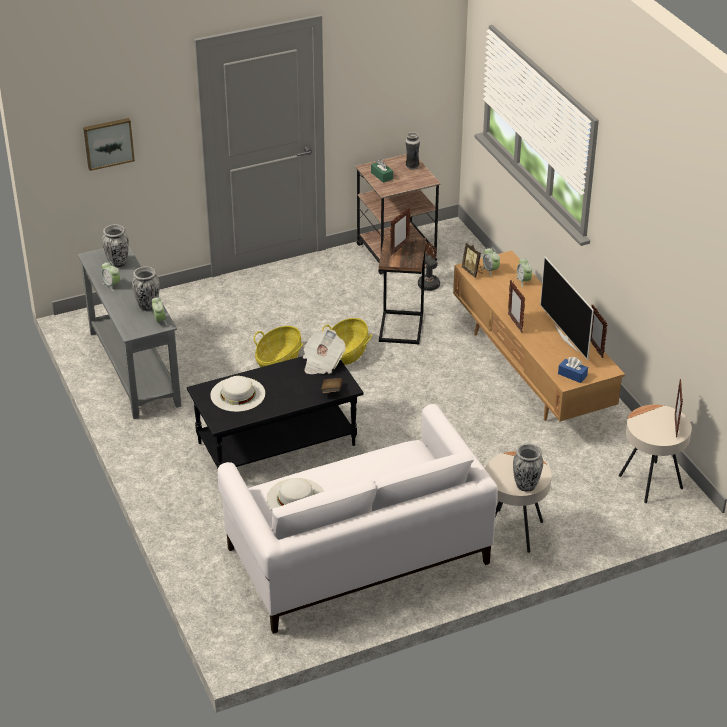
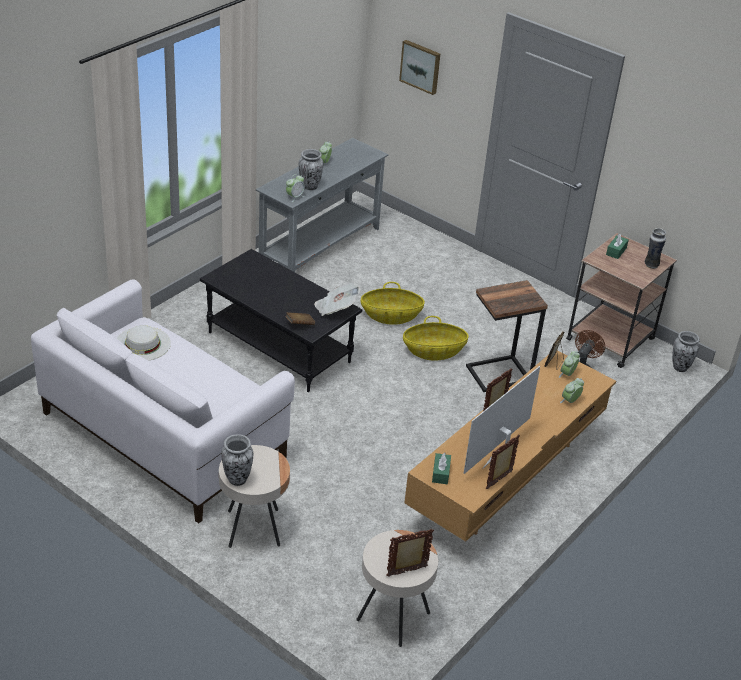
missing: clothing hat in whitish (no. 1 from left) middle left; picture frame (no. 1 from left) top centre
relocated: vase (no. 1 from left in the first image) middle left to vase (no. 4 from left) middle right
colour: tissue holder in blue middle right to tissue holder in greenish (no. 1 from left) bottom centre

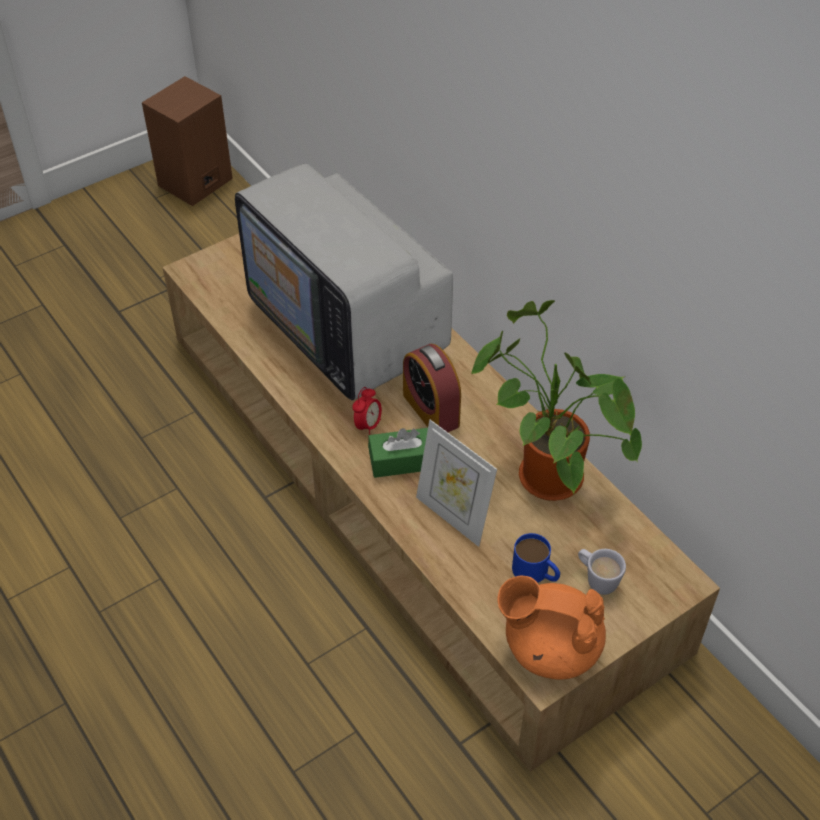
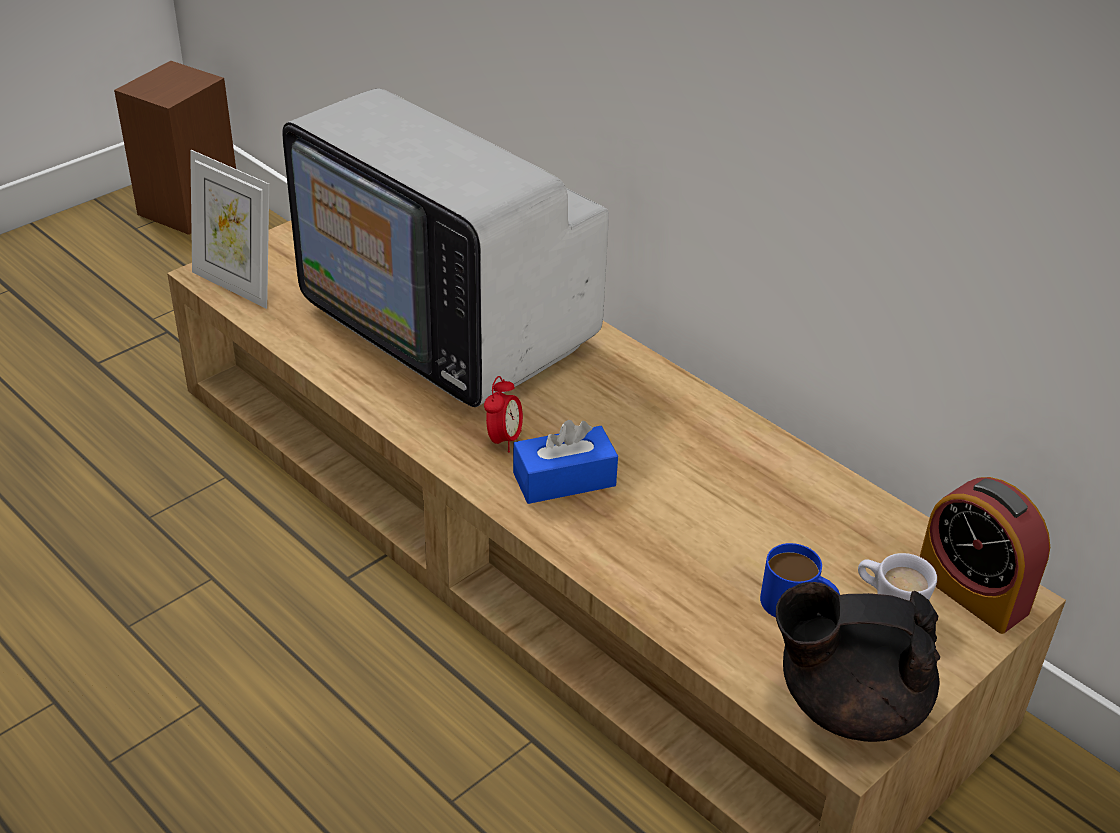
missing: houseplant middle right
relocated: alarm clock (no. 2 from left) centre to middle right; picture frame centre to top left
colour: tissue holder in greenish centre to tissue holder in blue centre; teapot in orangey bottom right to teapot in black-coloured bottom right

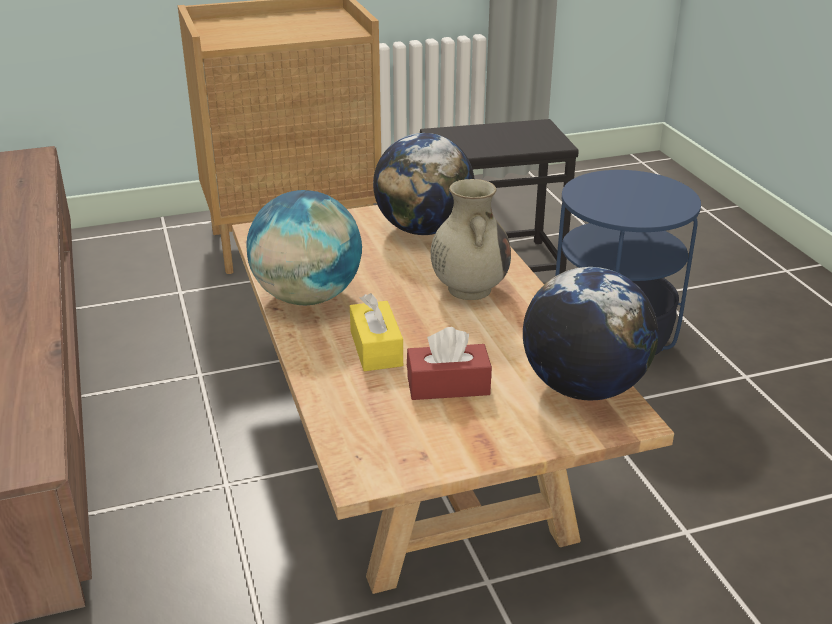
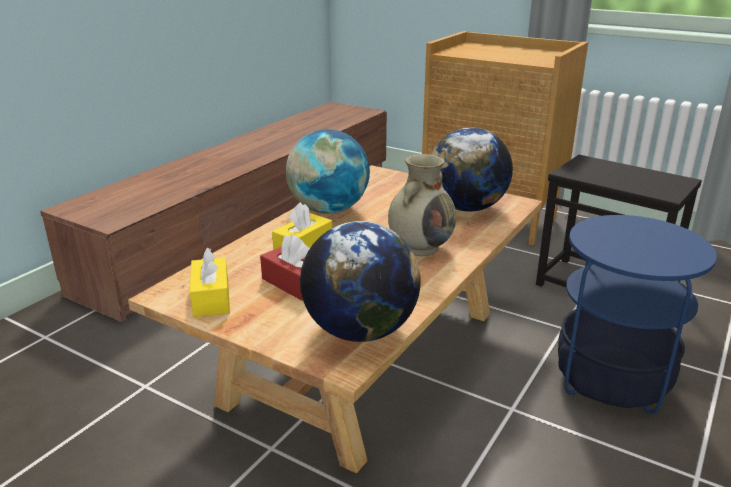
appeared: tissue holder in yellowish (no. 1 from left) middle left

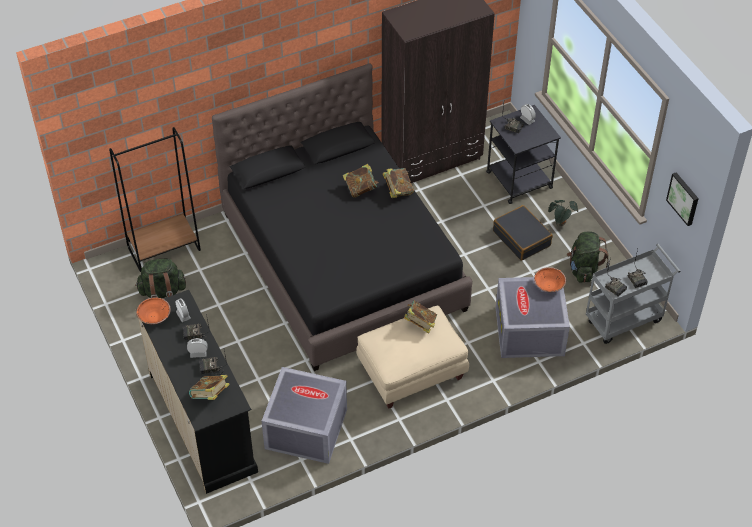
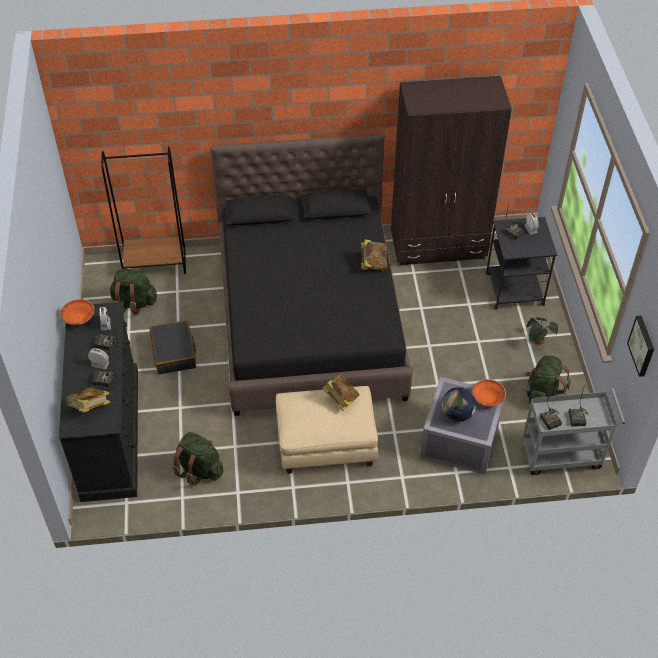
missing: volume (no. 2 from left) centre
appeared: world globe middle right
relocated: suitcase in black-coloured middle right to middle left
exchanged: storage container in greyish (no. 1 from left) bottom centre to backpack in greenish (no. 2 from left) bottom left

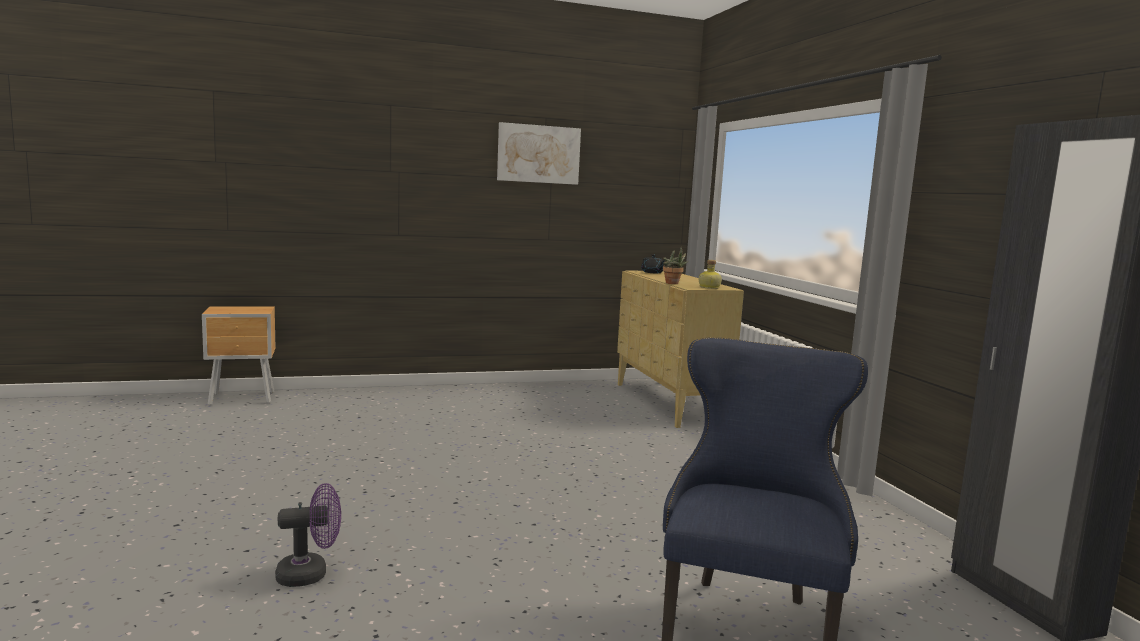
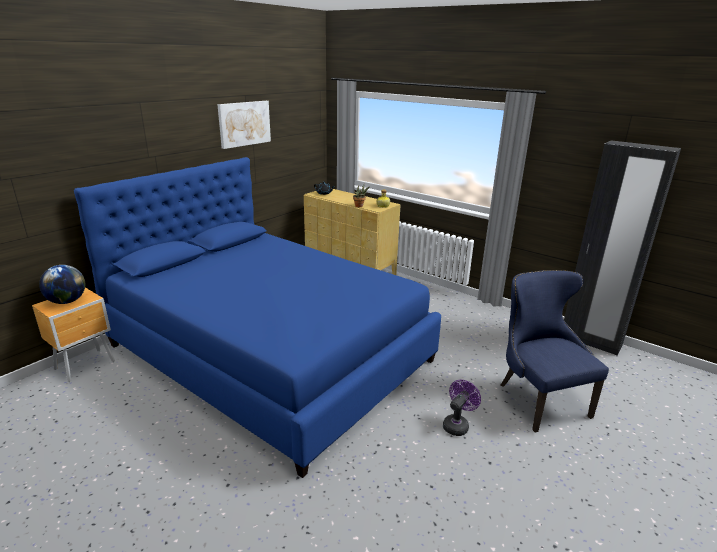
appeared: world globe middle left; sleeping bed in blue centre
relocated: fan in purplish bottom left to bottom centre

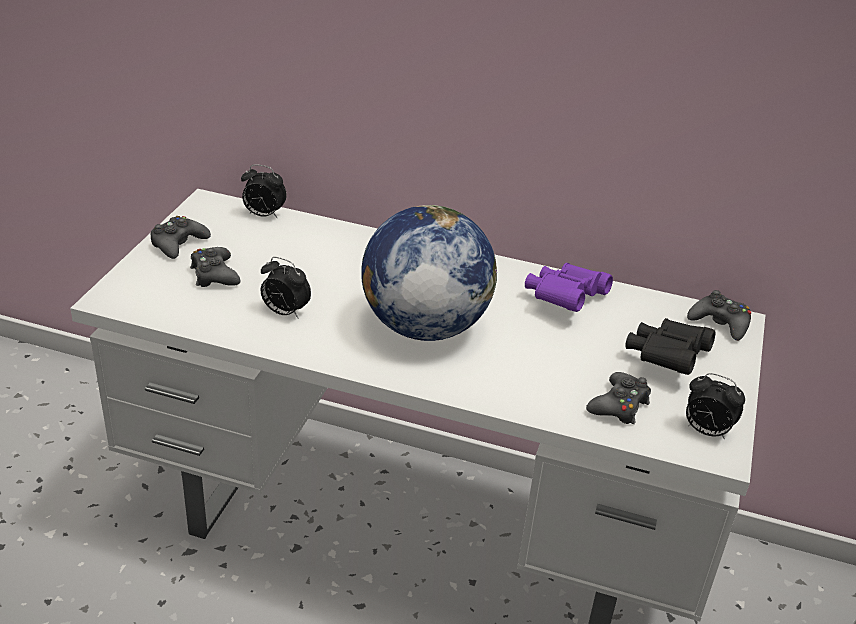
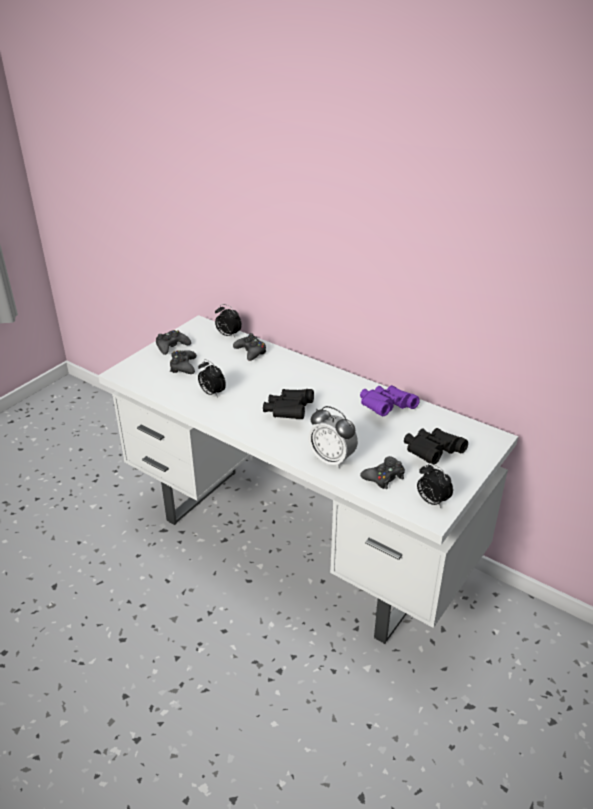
appeared: alarm clock (no. 3 from left) centre
relocated: joypad in black-coloured (no. 4 from left in the first image) middle right to joypad in black-coloured (no. 3 from left) centre
exchanged: world globe centre to field glasses in black-coloured (no. 1 from left) centre

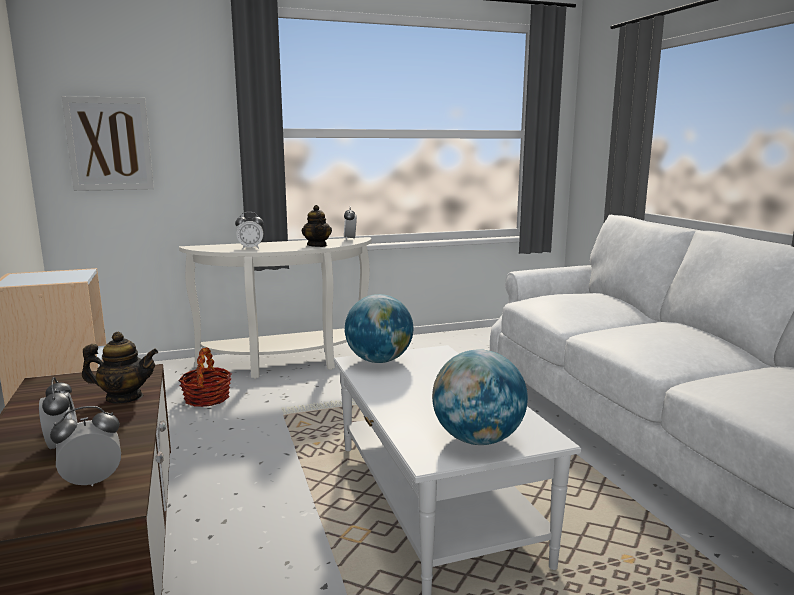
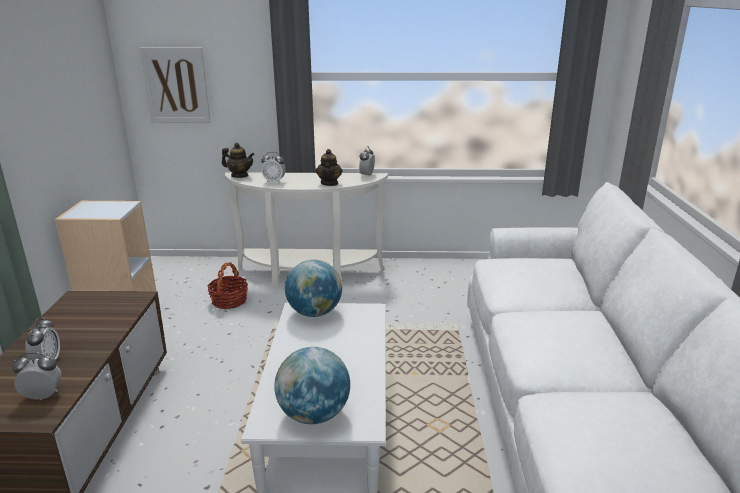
relocated: teapot (no. 1 from left) middle left to top left

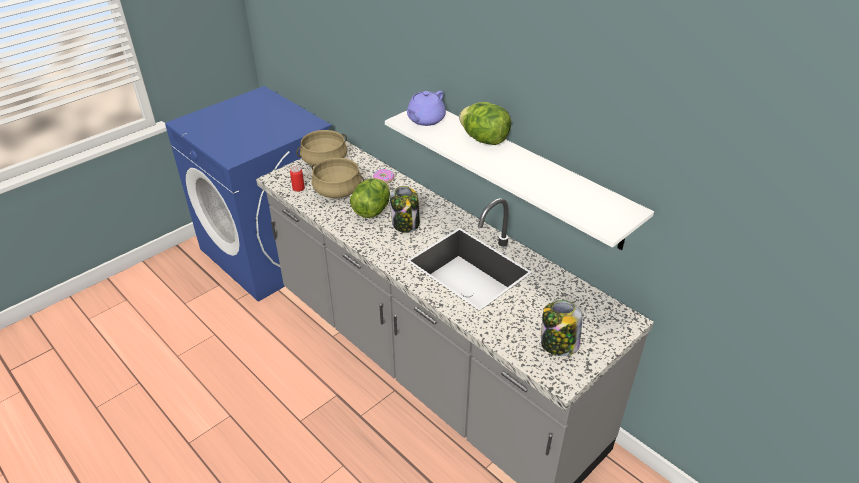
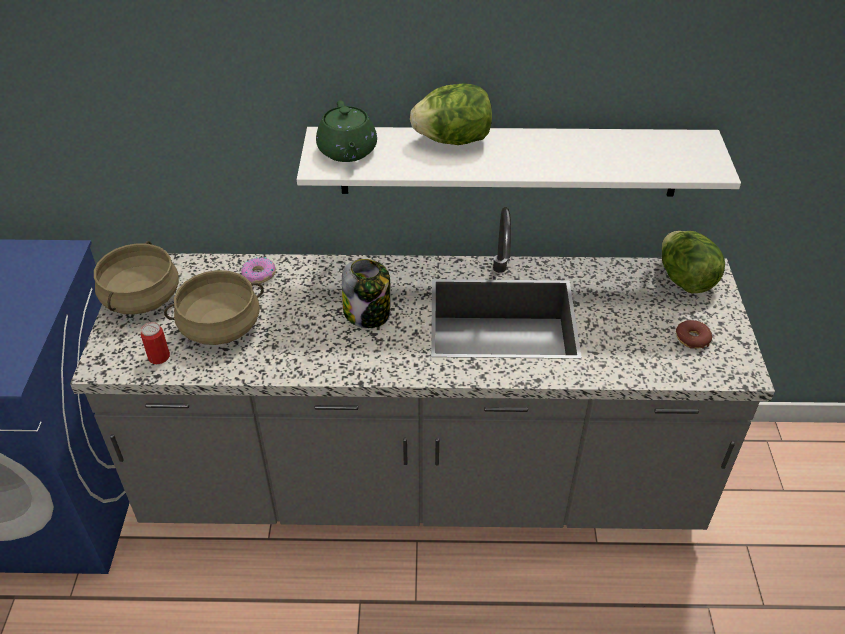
relocated: head of lettuce (no. 1 from left in the first image) centre to head of lettuce (no. 2 from left) middle right
exchanged: preserve jar (no. 2 from left) bottom centre to ring doughnut (no. 2 from left) middle right
colour: teapot in purplish top centre to teapot in greenish top centre

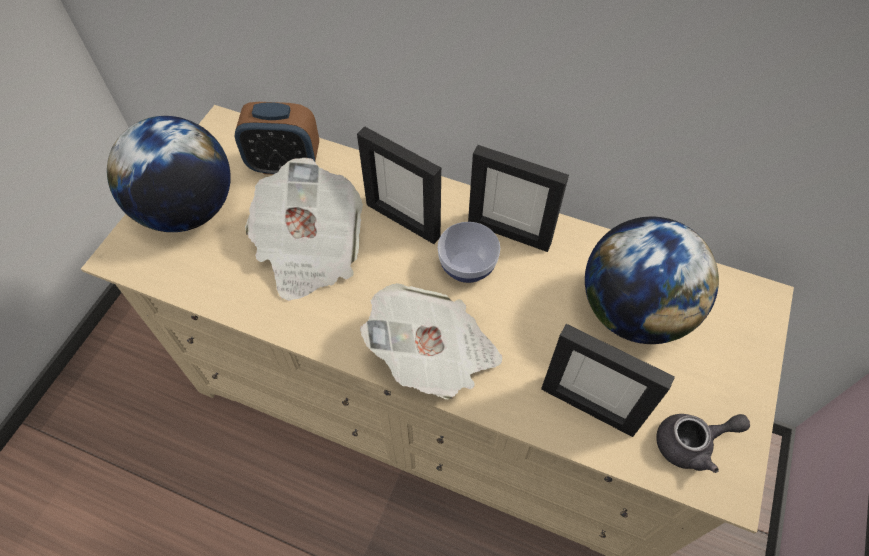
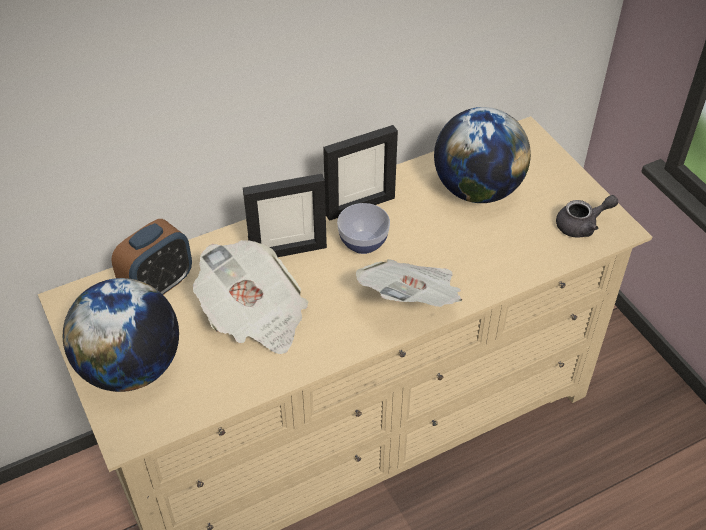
missing: picture frame (no. 3 from left) bottom right
spun: teapot in greyish bottom right = middle right 45 degrees clockwise

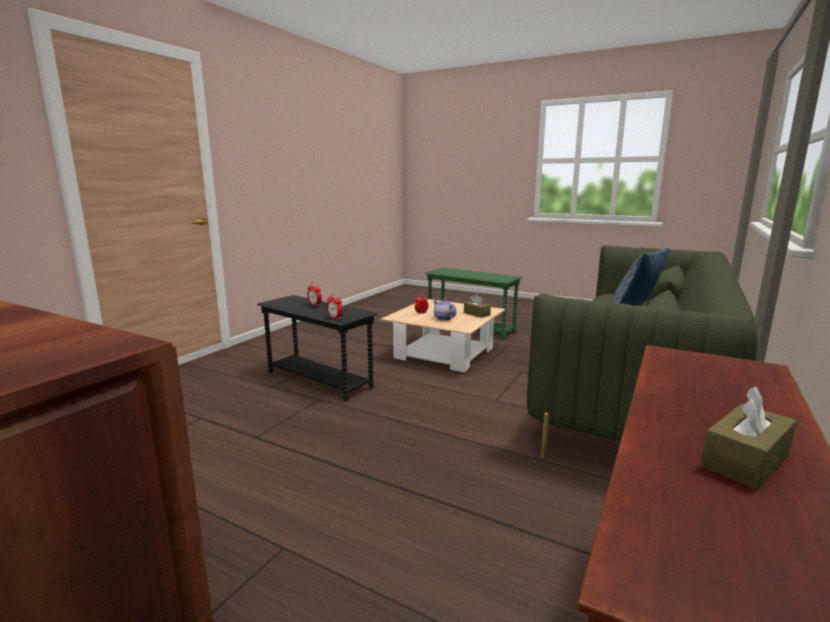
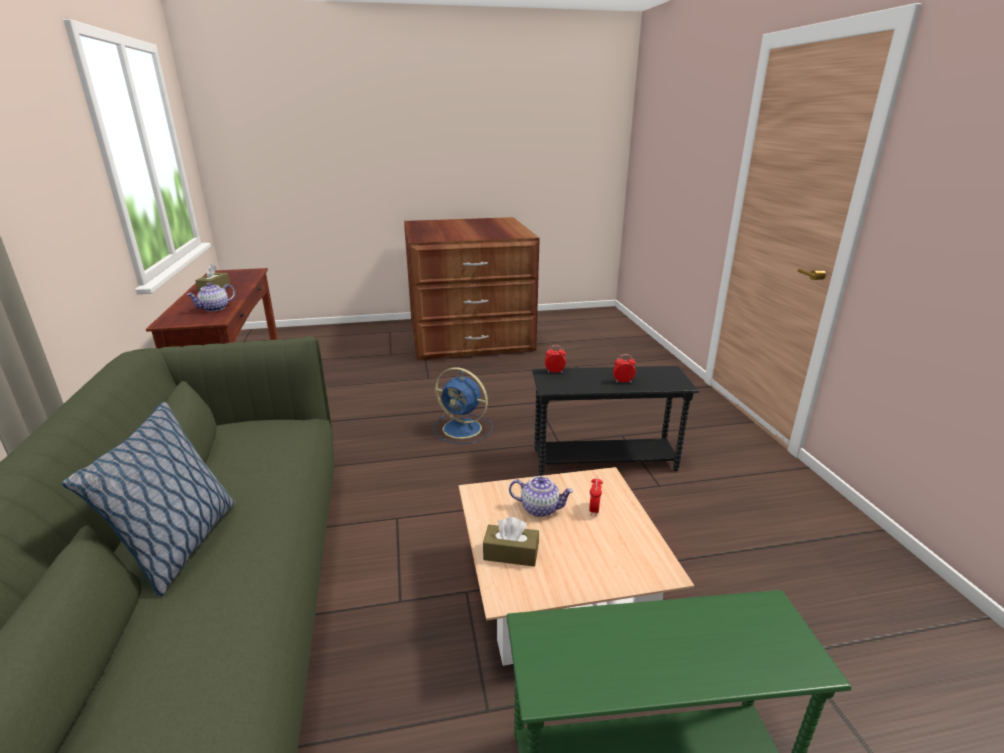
appeared: teapot (no. 1 from left) middle left; fan in blue centre

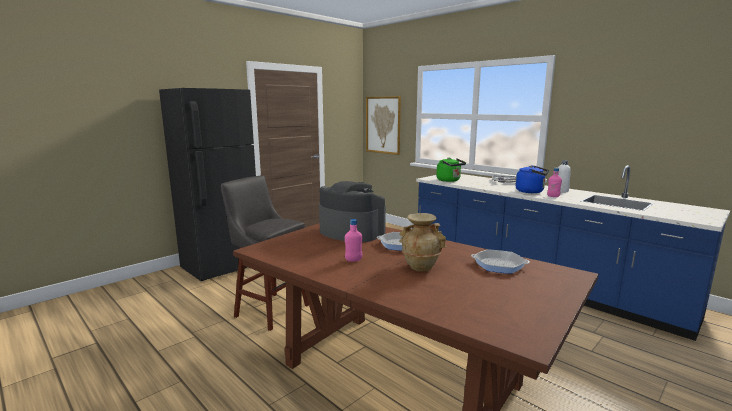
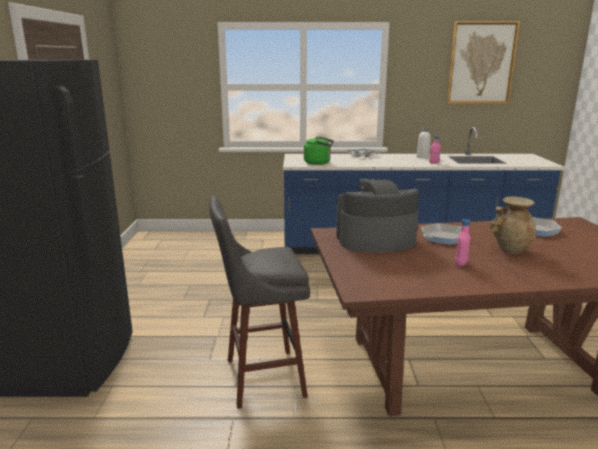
missing: tea kettle in blue middle right
relocated: wall art top centre to top right

